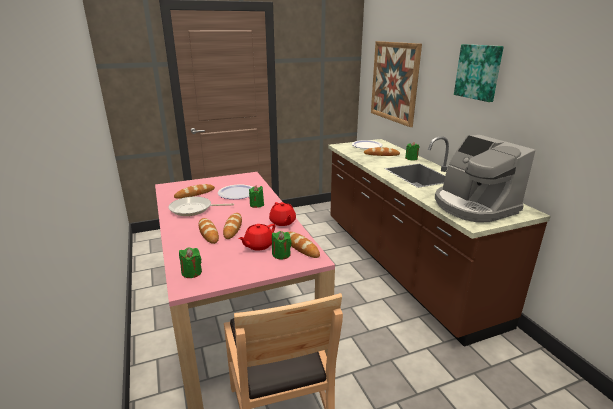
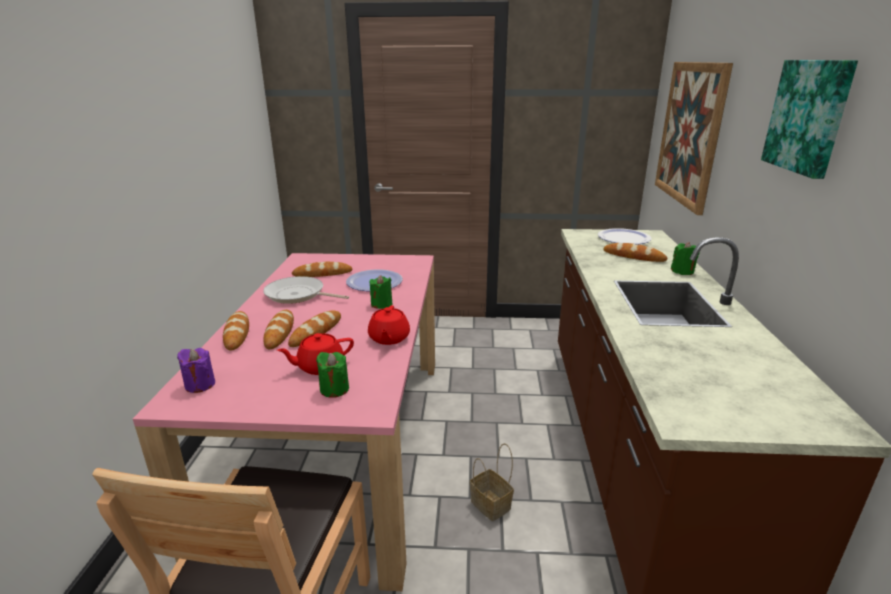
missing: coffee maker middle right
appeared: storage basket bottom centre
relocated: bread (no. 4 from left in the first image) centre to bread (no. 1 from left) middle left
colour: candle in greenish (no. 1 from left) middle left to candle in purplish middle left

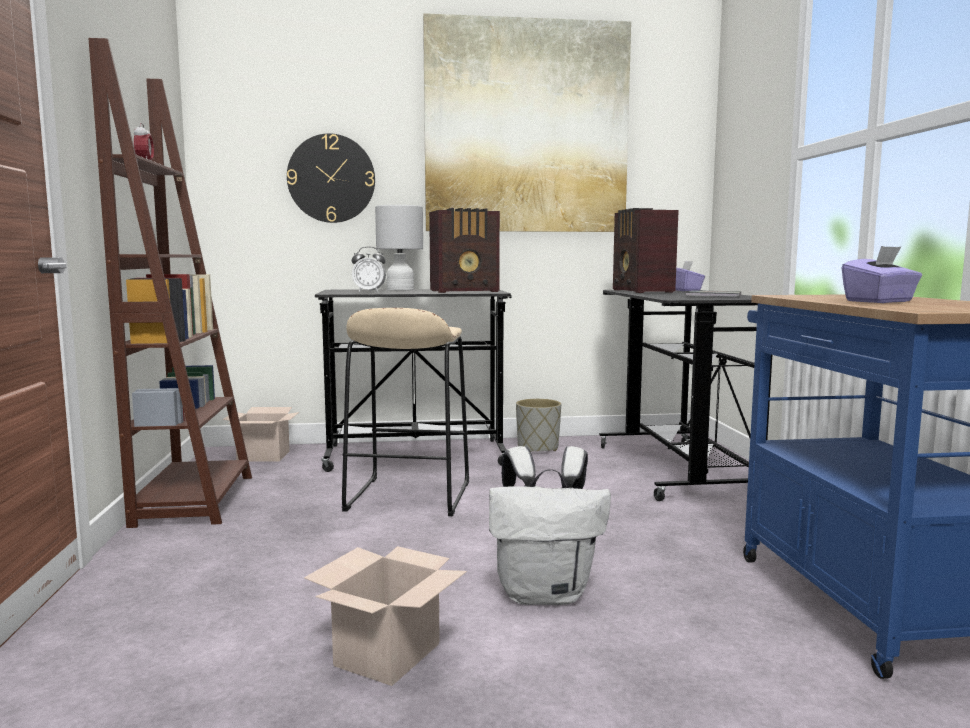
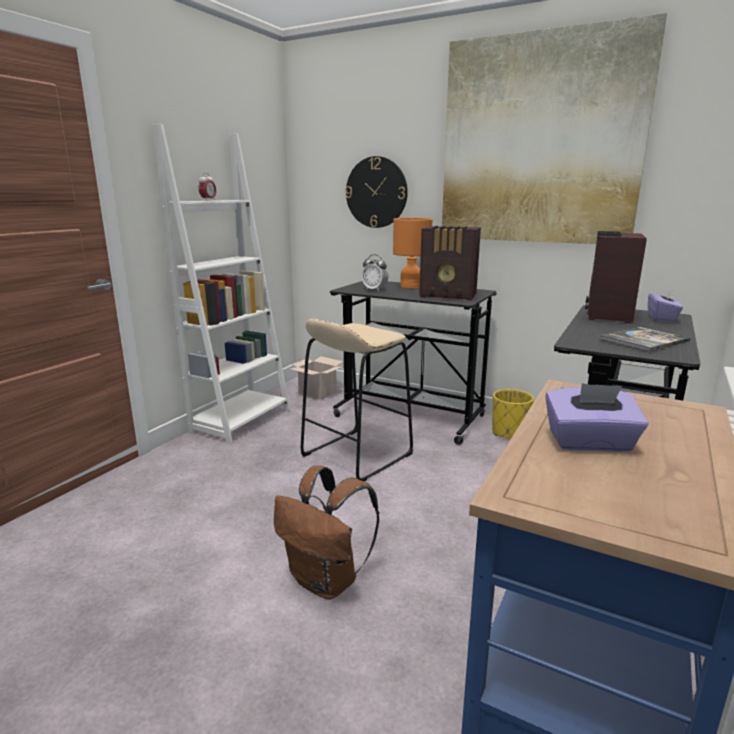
missing: packing box (no. 2 from left) bottom centre
colour: shelving unit in brown middle left to shelving unit in whitish middle left; lamp for a table in greyish centre to lamp for a table in orangey centre; backpack in whitish bottom centre to backpack in brown bottom centre; plant pot in greyish centre to plant pot in yellowish middle right

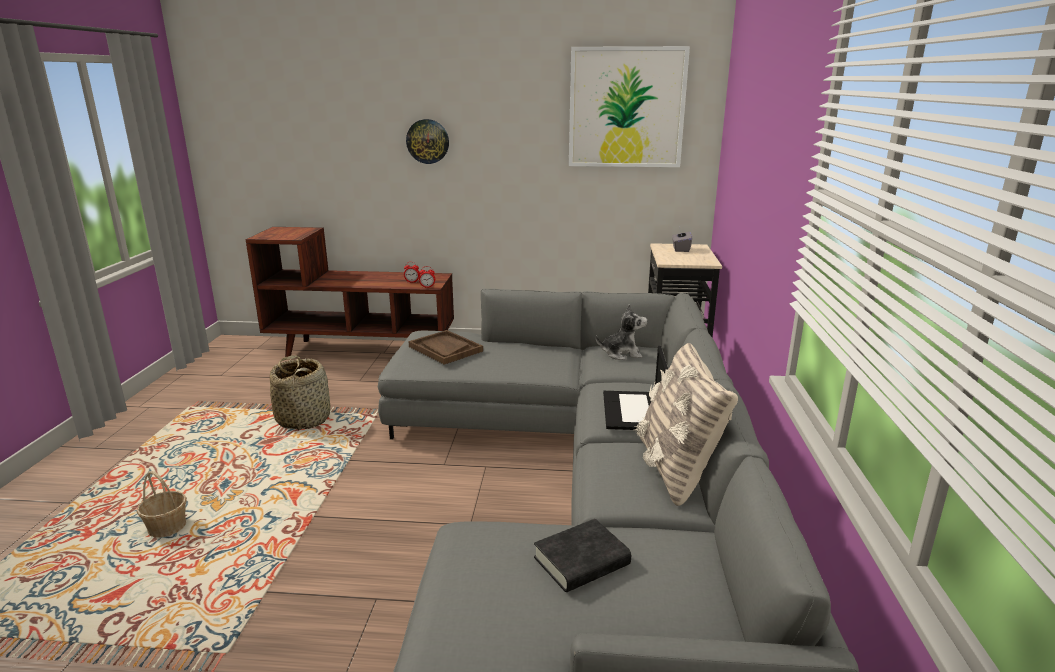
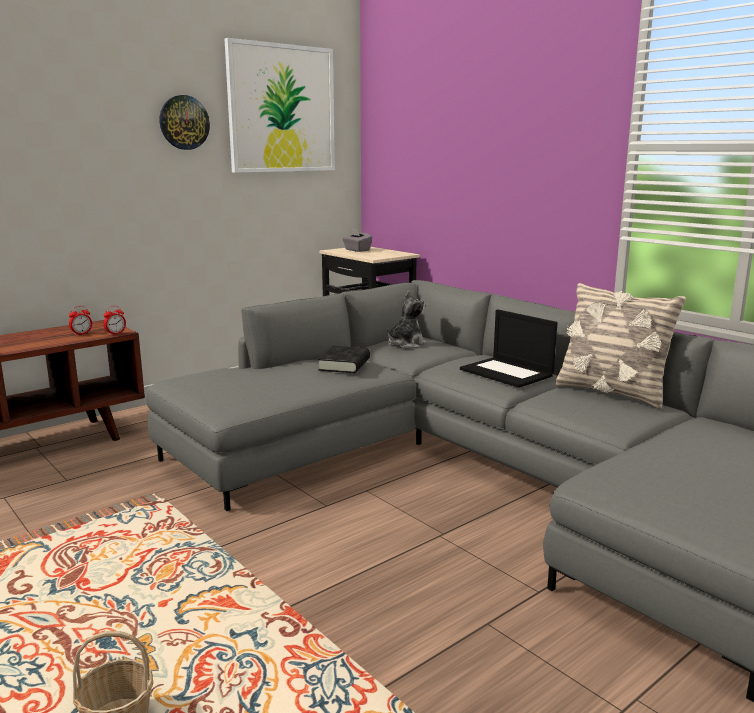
missing: storage basket (no. 2 from left) middle left; serving tray in brown centre
relocated: clock on the wall top centre to top left; volume in black-coloured bottom centre to centre

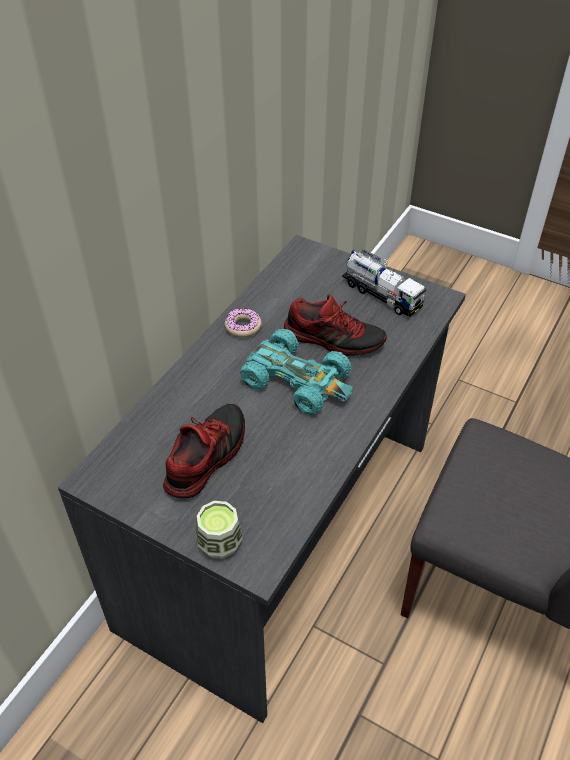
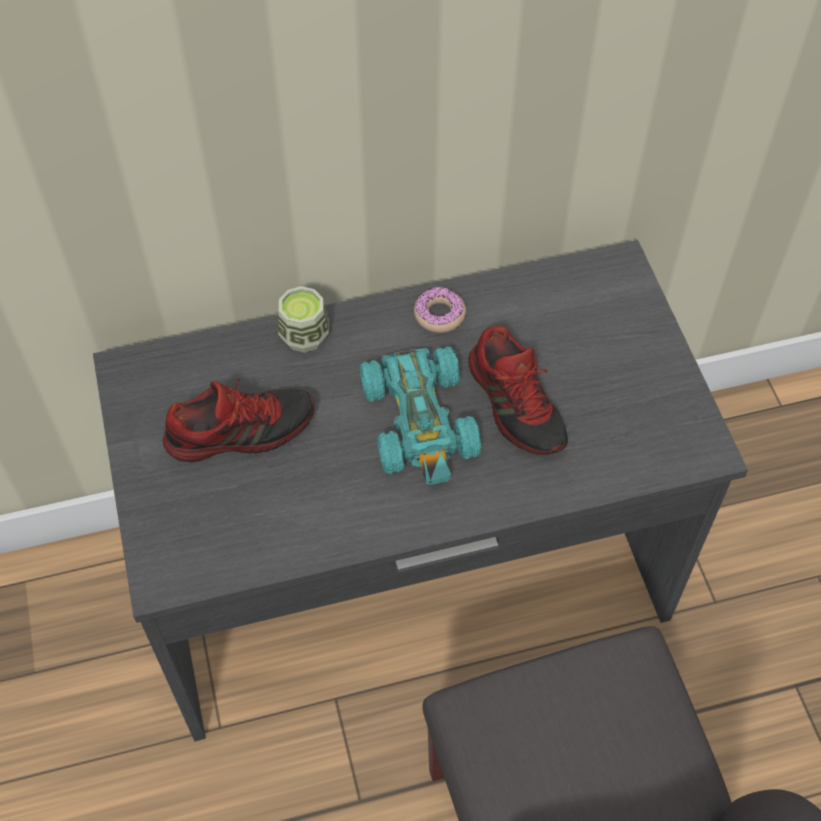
missing: toy truck middle right
relocated: drinking cup bottom centre to centre

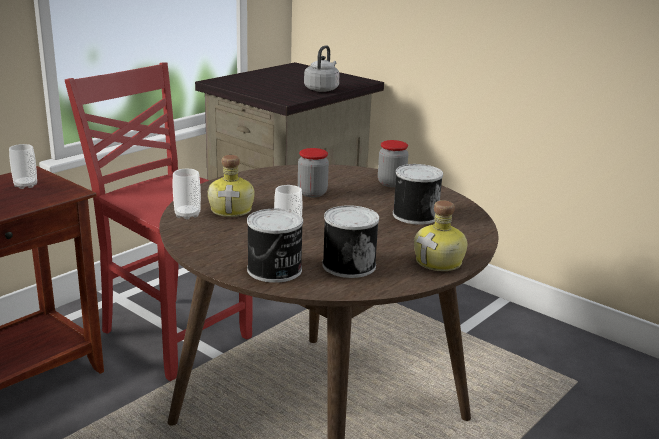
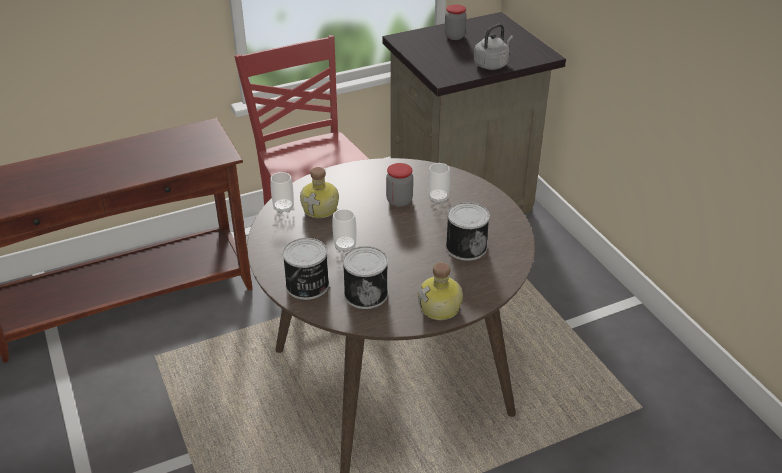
relocated: drinking cup (no. 1 from left in the first image) middle left to drinking cup (no. 3 from left) centre; preserve jar (no. 2 from left) centre to top centre

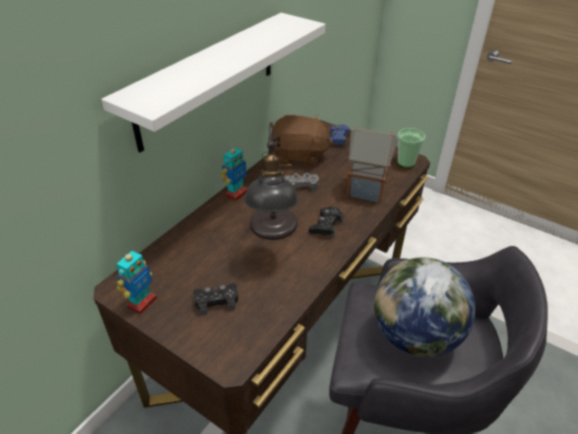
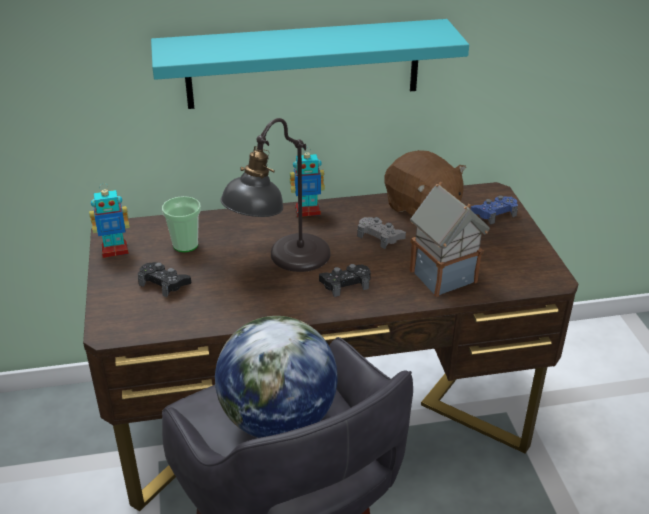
relocated: drinking cup middle right to middle left
colour: shelf in whitish top centre to shelf in blue-green top centre

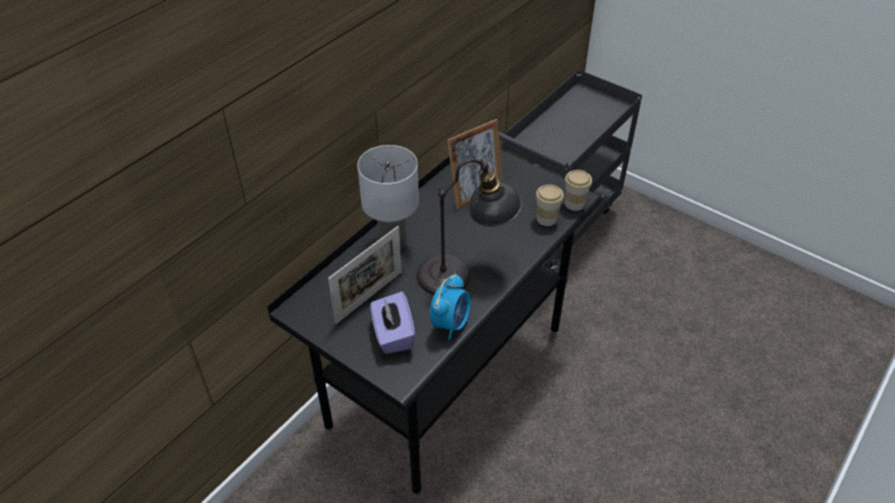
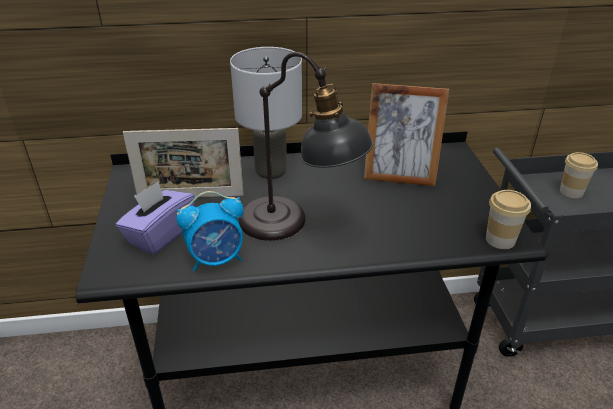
relocated: drinking cup (no. 1 from left in the first image) centre to drinking cup (no. 2 from left) middle right

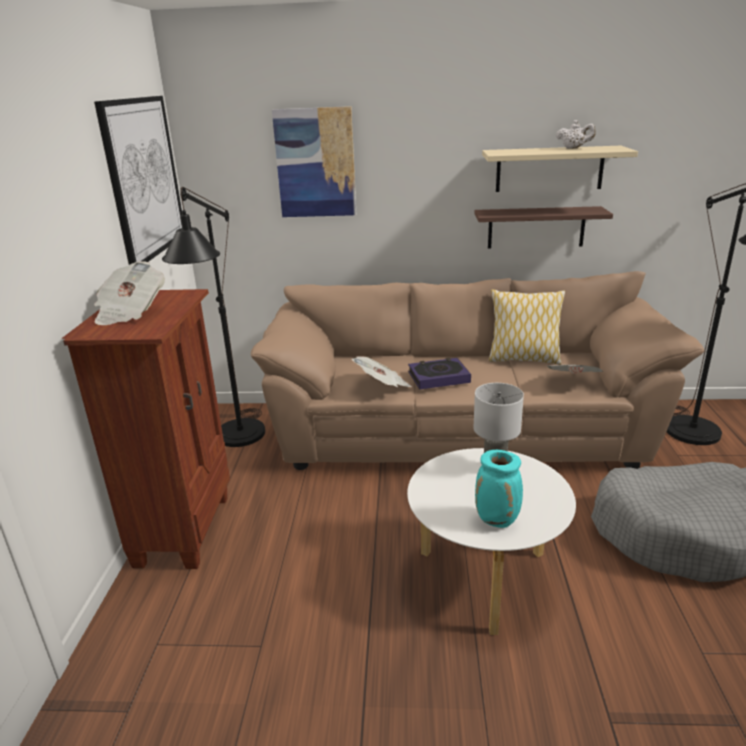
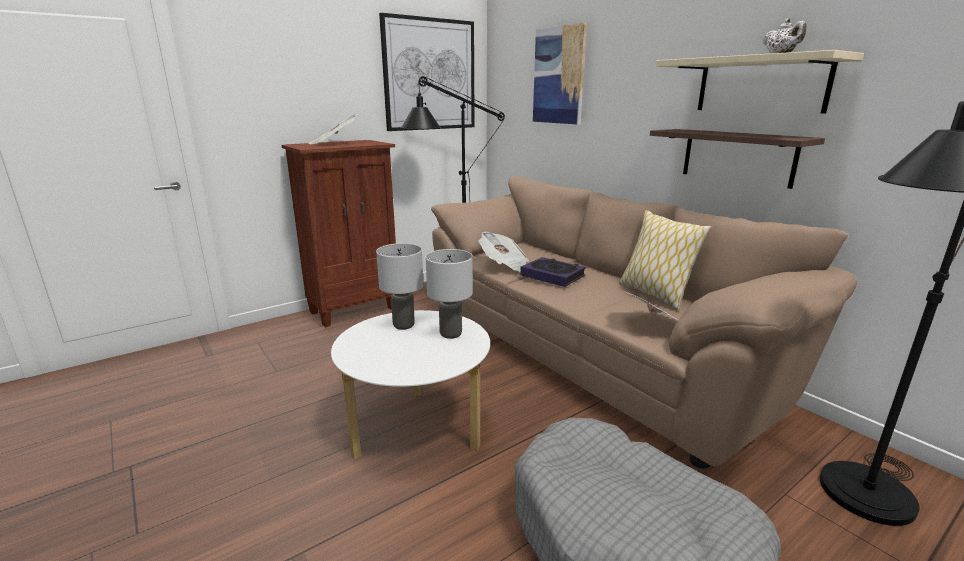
missing: vase in blue-green middle right
appeared: lamp for a table in whitish (no. 1 from left) centre

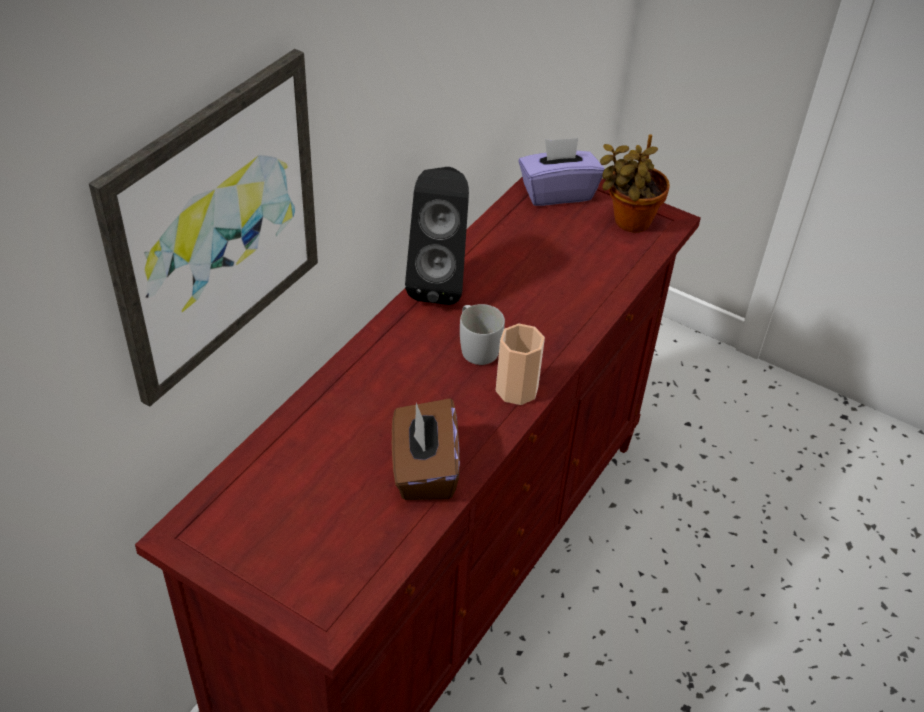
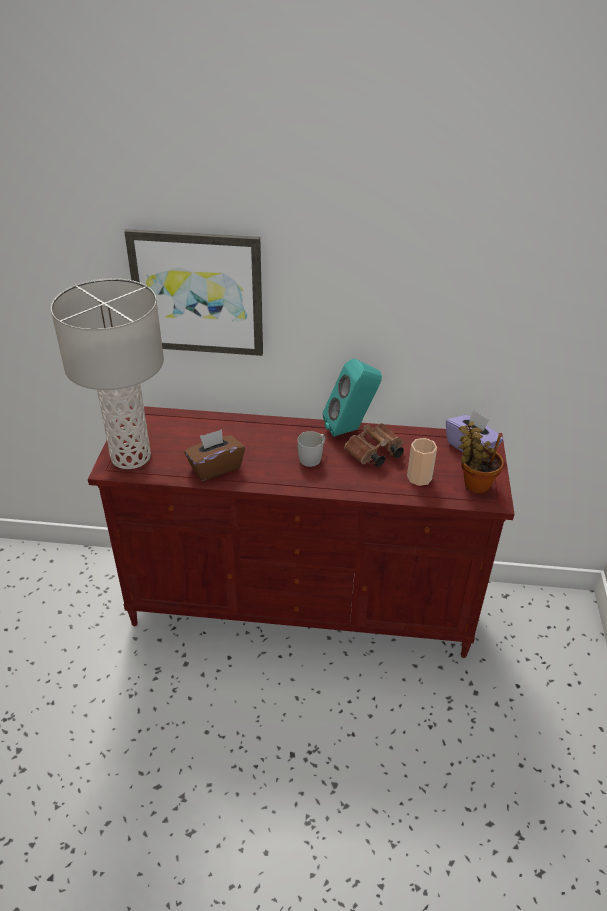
appeared: lamp for a table in whitish middle left; field glasses in brown centre
relocated: drinking cup centre to middle right
colour: speaker in black-coloured top centre to speaker in blue-green centre

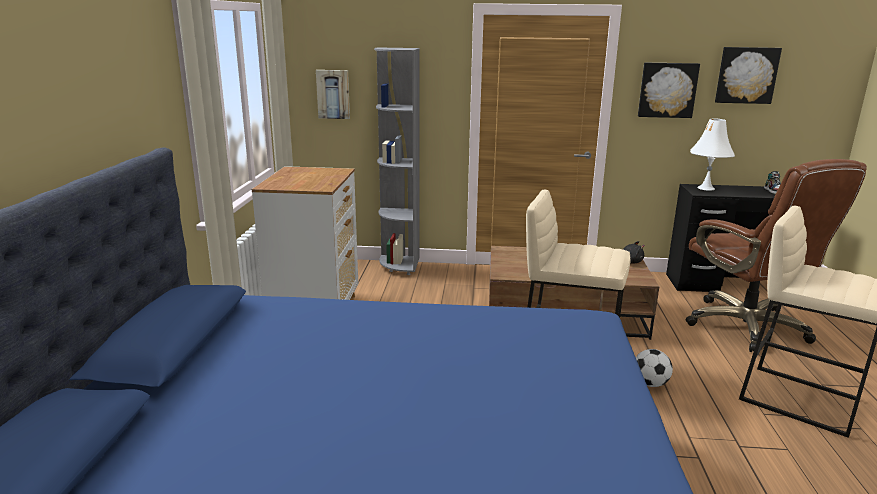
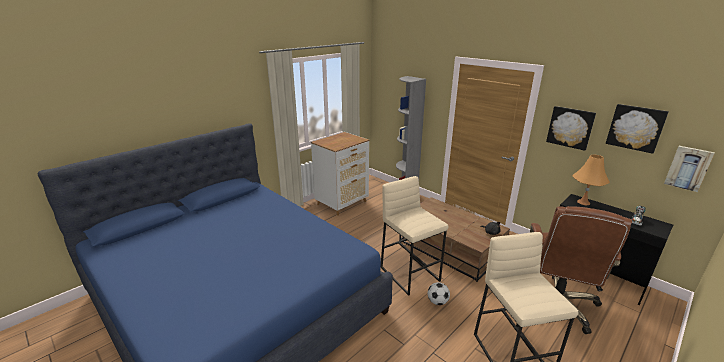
relocated: wall art (no. 1 from left in the first image) top centre to wall art (no. 3 from left) middle right
colour: lamp for a table in whitish top right to lamp for a table in orangey middle right

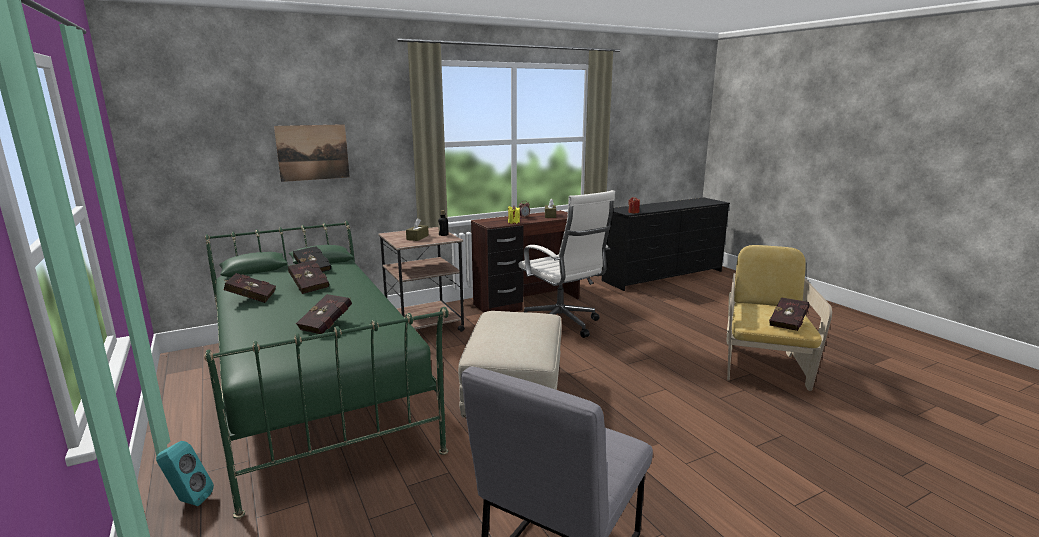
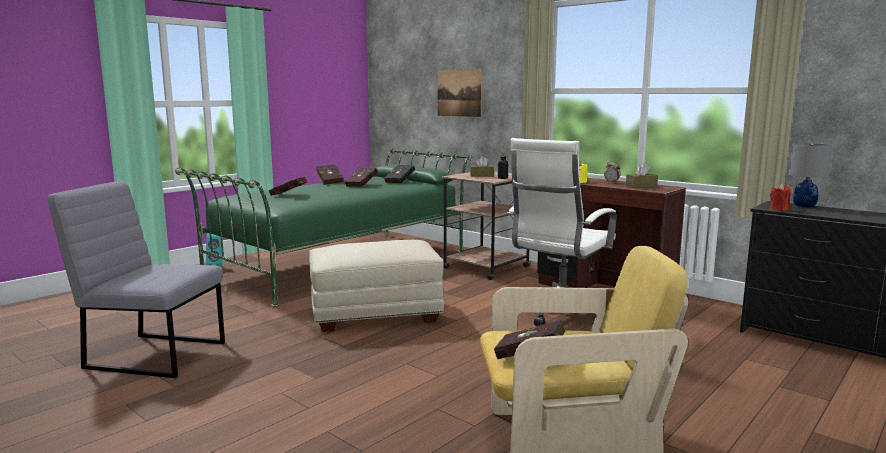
appeared: lamp for a table in greyish middle right

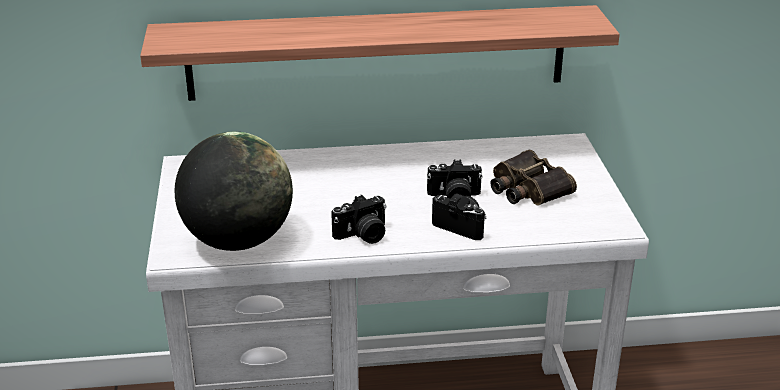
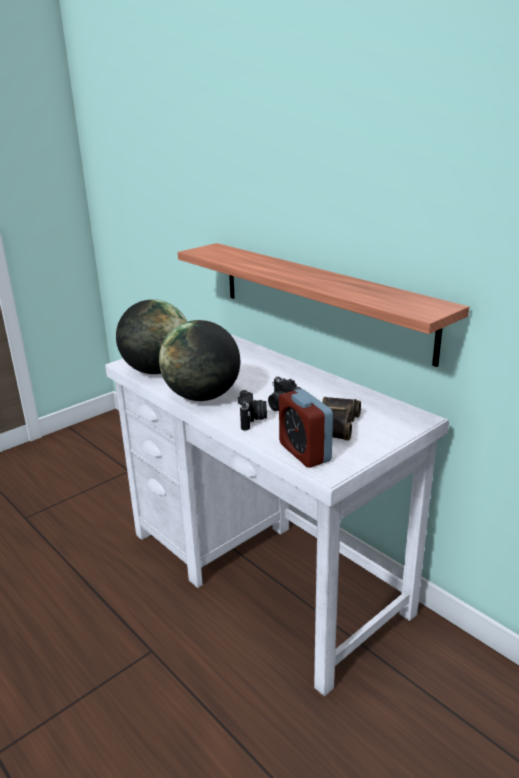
appeared: alarm clock centre
exchanged: photo camera (no. 1 from left) centre to world globe (no. 2 from left) centre

